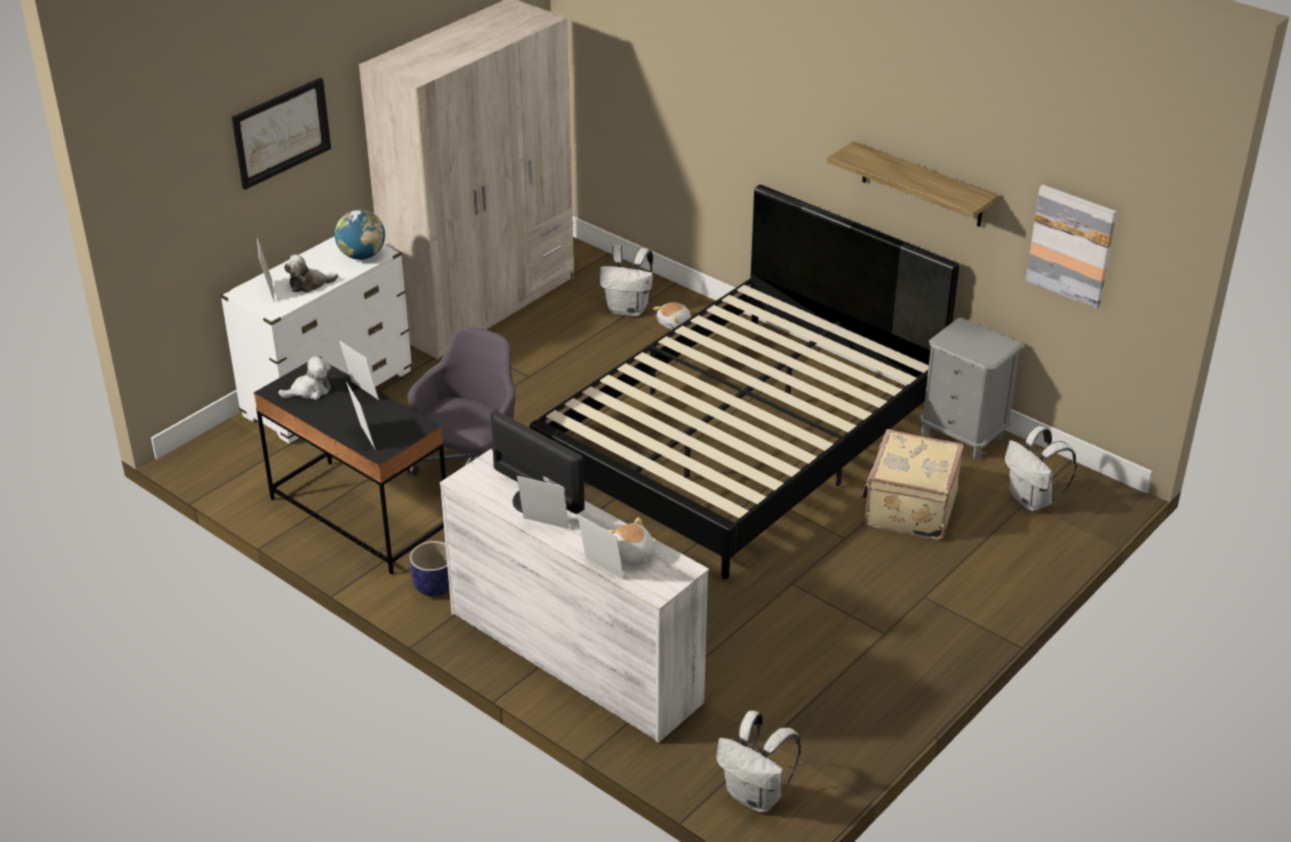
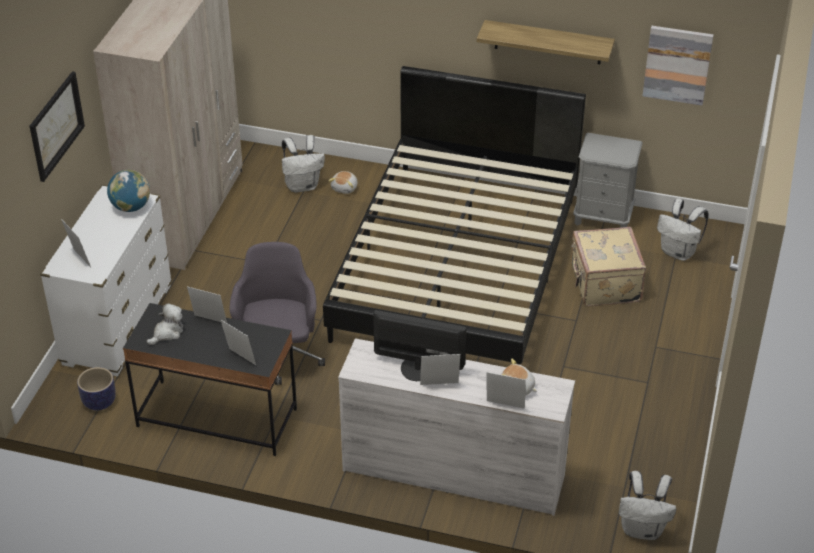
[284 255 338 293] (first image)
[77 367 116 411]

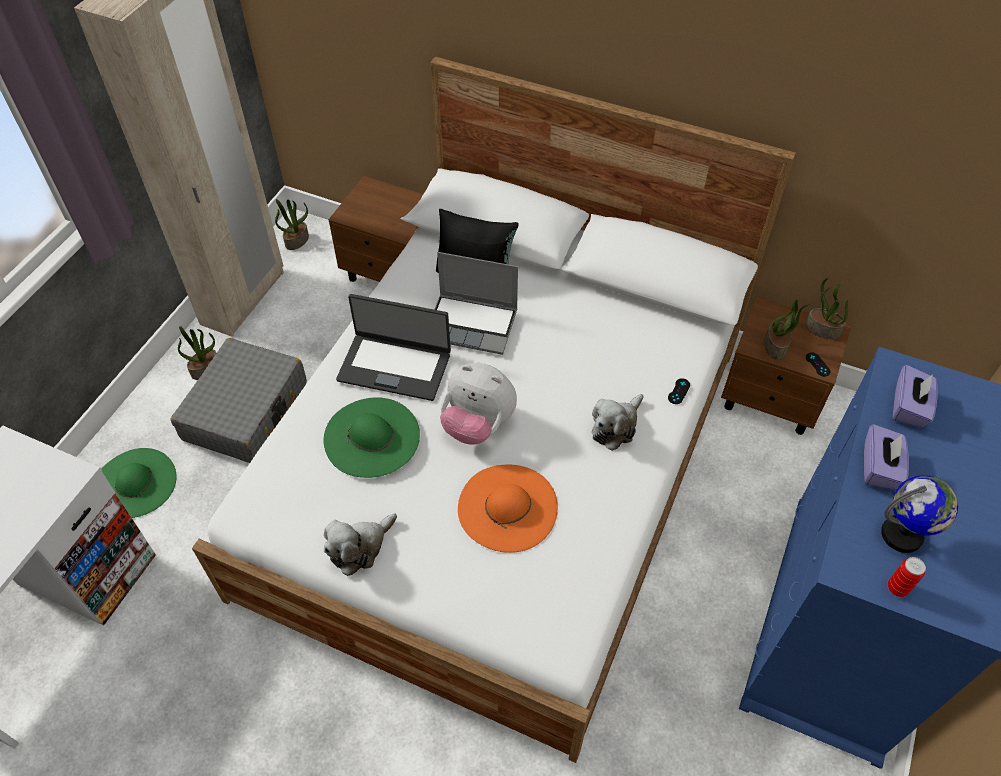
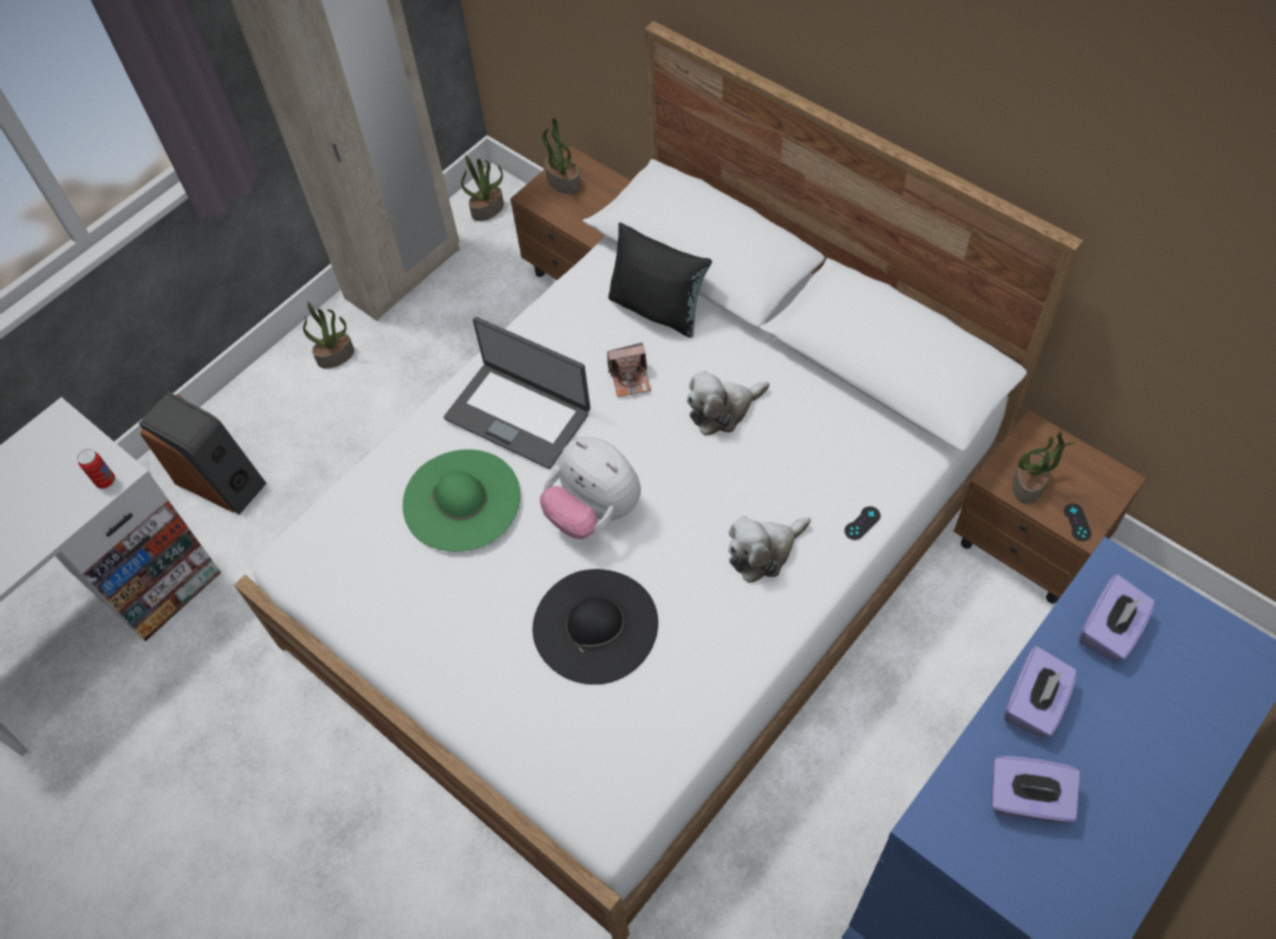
[607 343 651 397]
[542 118 581 194]
[171 338 307 463] (first image)
[139 391 266 515]
[533 569 658 685]
[991 756 1080 823]
[687 371 769 436]
[77 449 115 489]

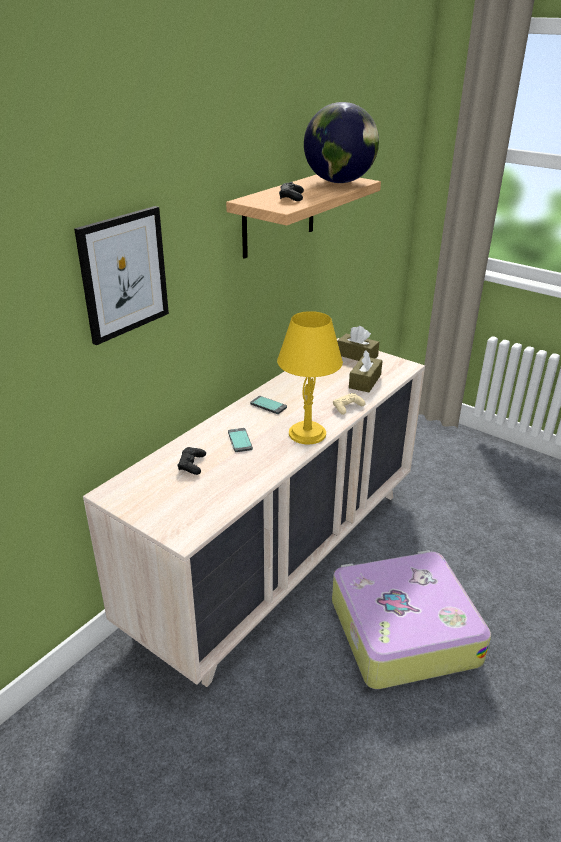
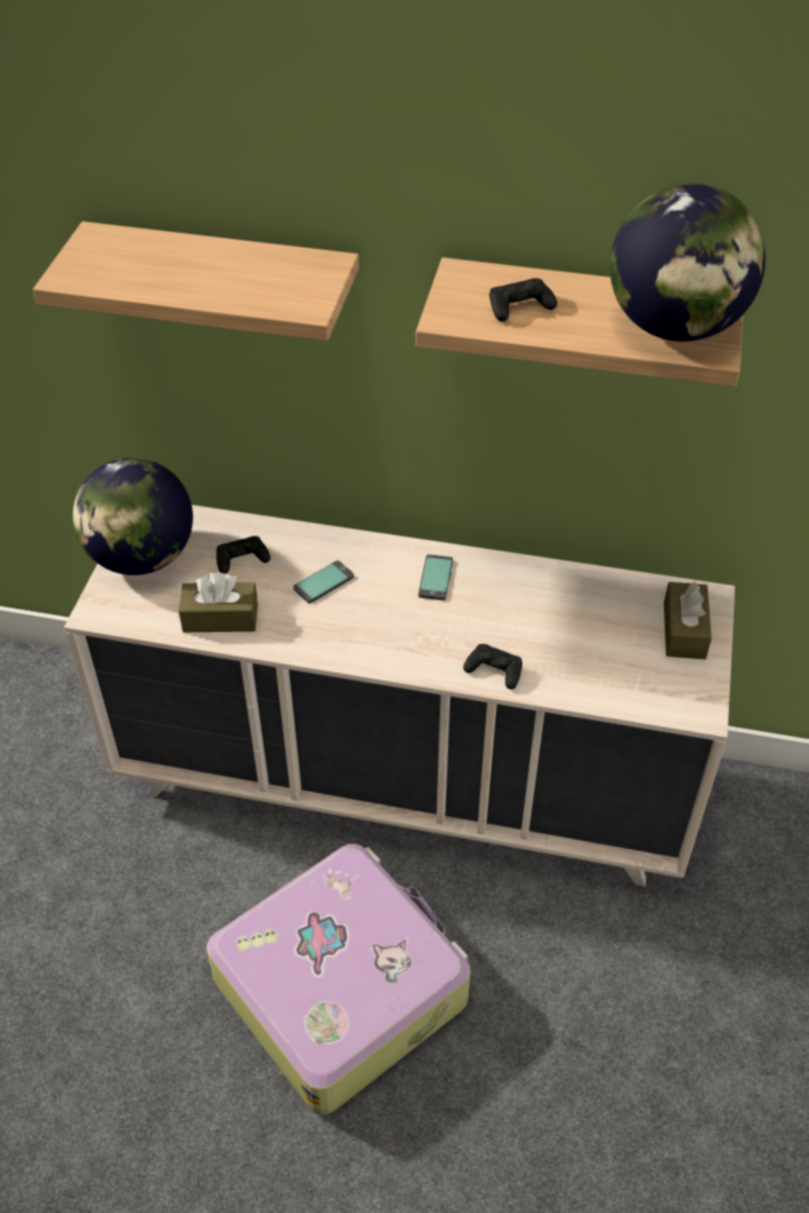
[33 221 359 341]
[277 311 343 444] (first image)
[179 572 258 632]
[463 644 522 689]
[73 457 193 575]

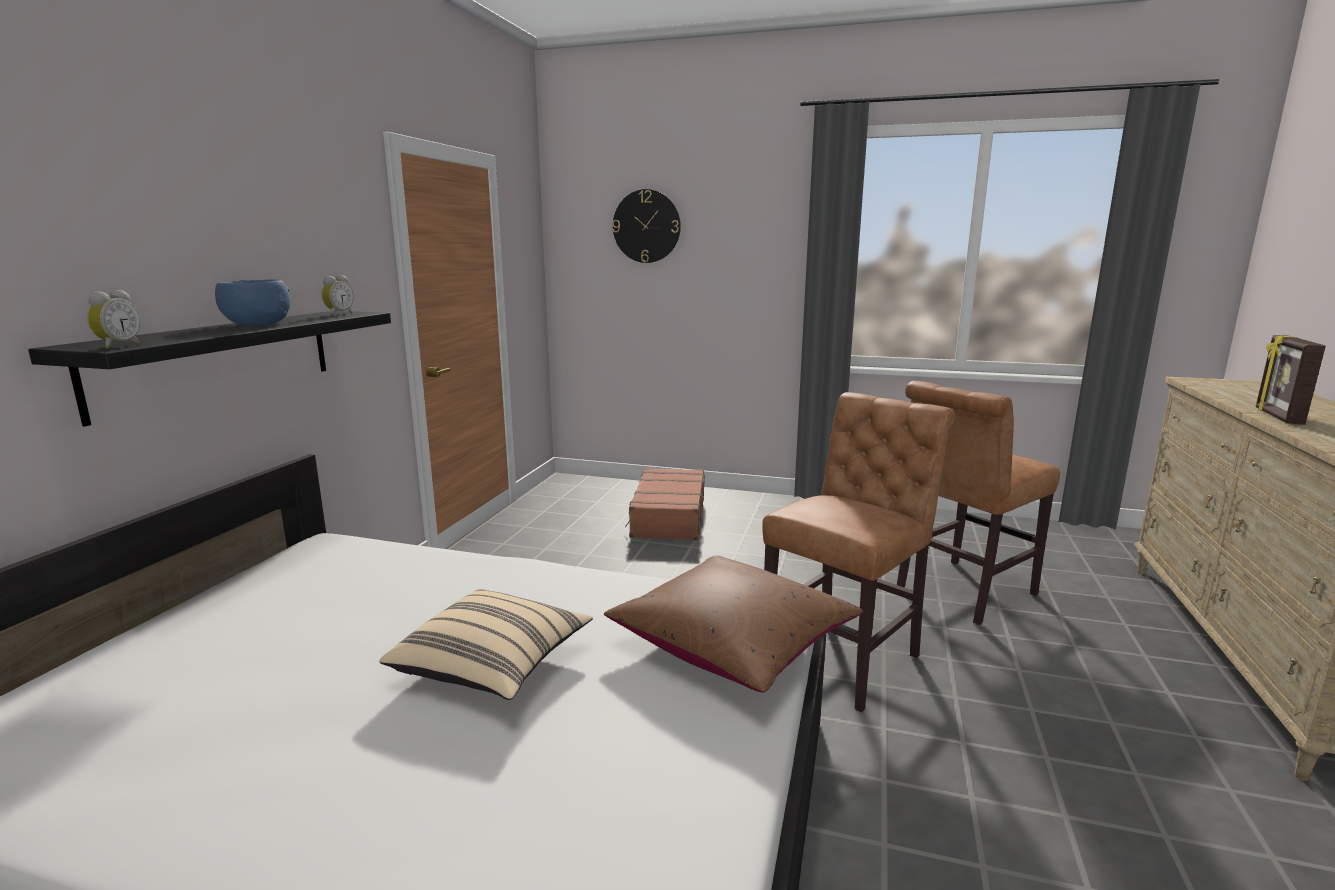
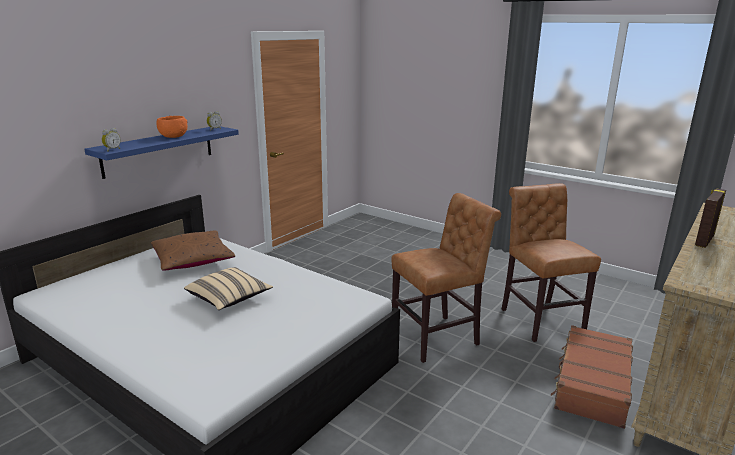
[612 189 681 263] (first image)
[157 116 187 138]
[84 126 239 179]
[502 183 601 342]
[551 325 633 429]
[151 231 235 271]

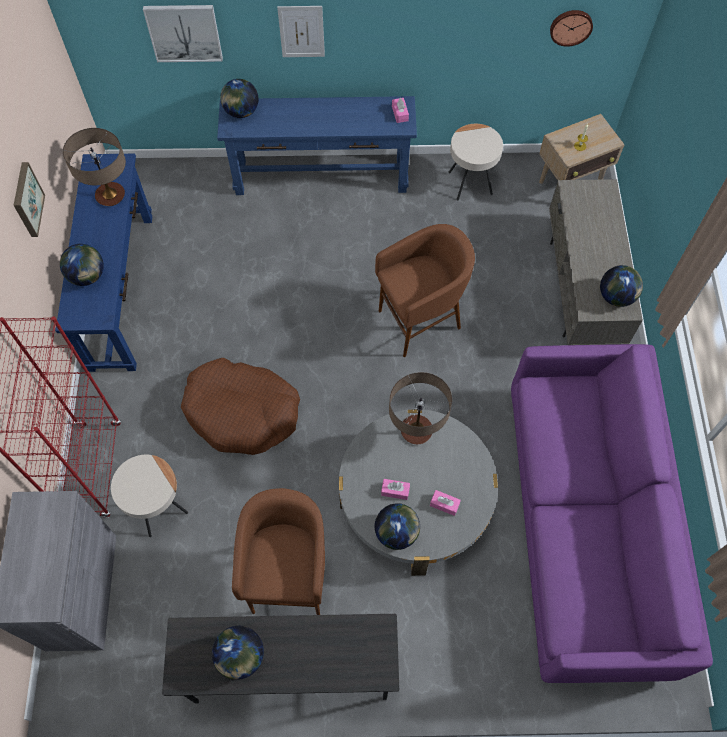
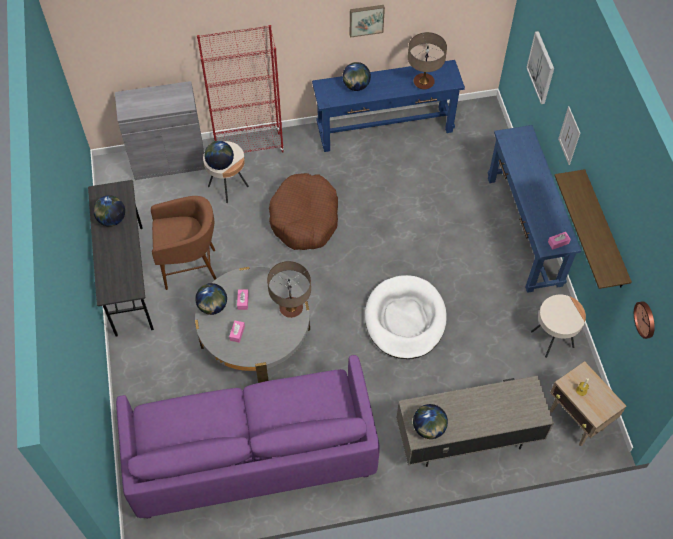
[204 141 234 170]
[365 275 446 359]
[554 169 632 289]

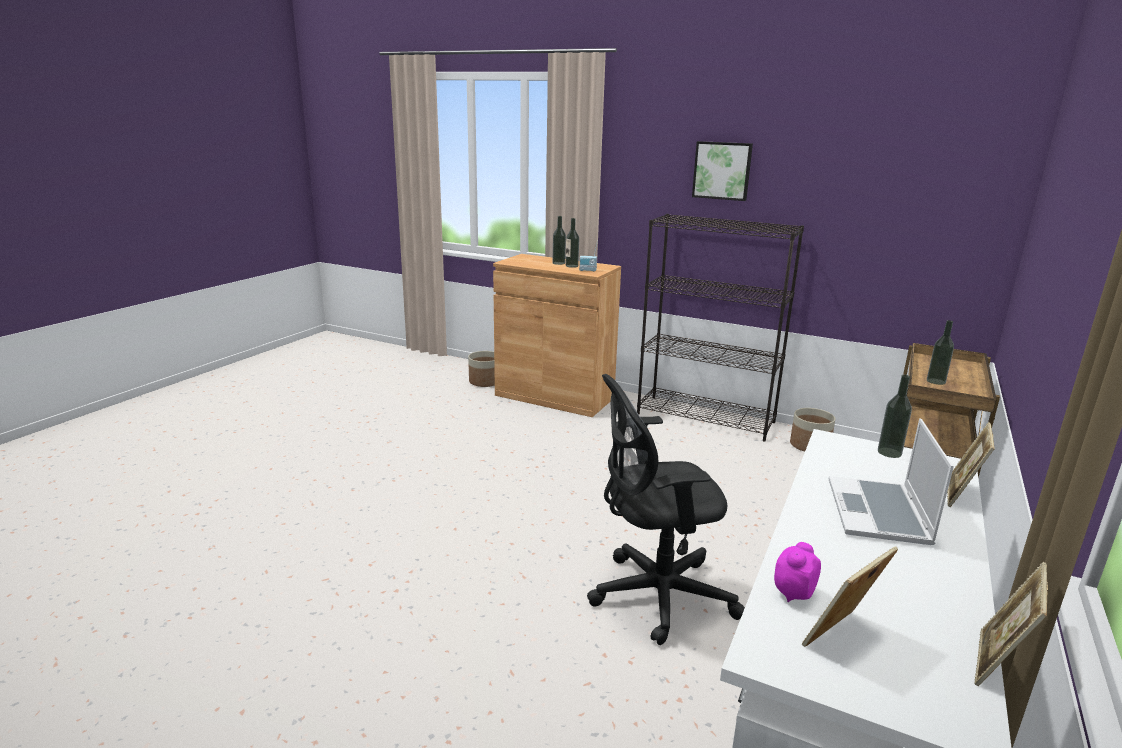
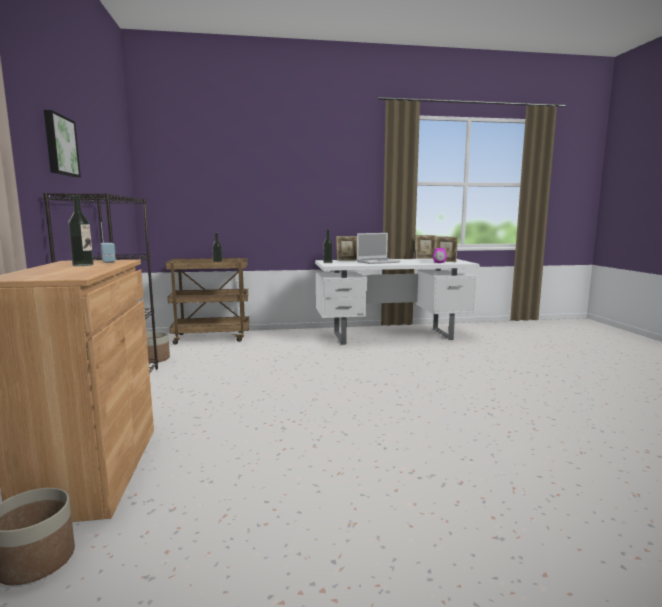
[553 216 566 265] (first image)
[587 374 745 645] (first image)

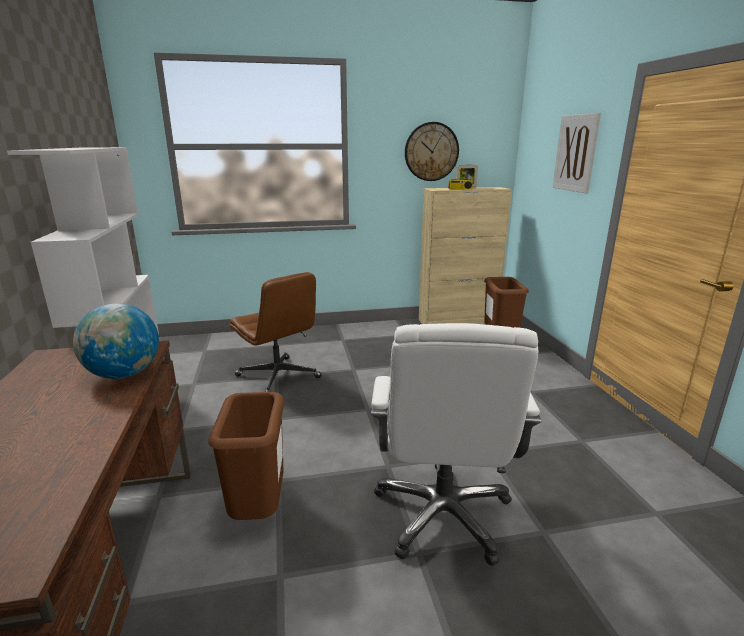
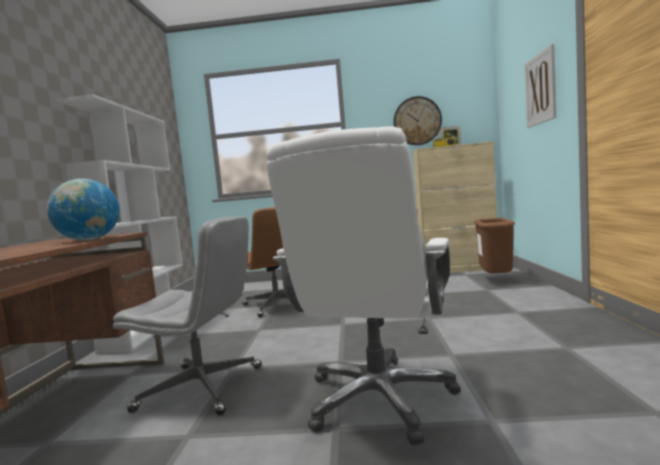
[113 216 262 415]

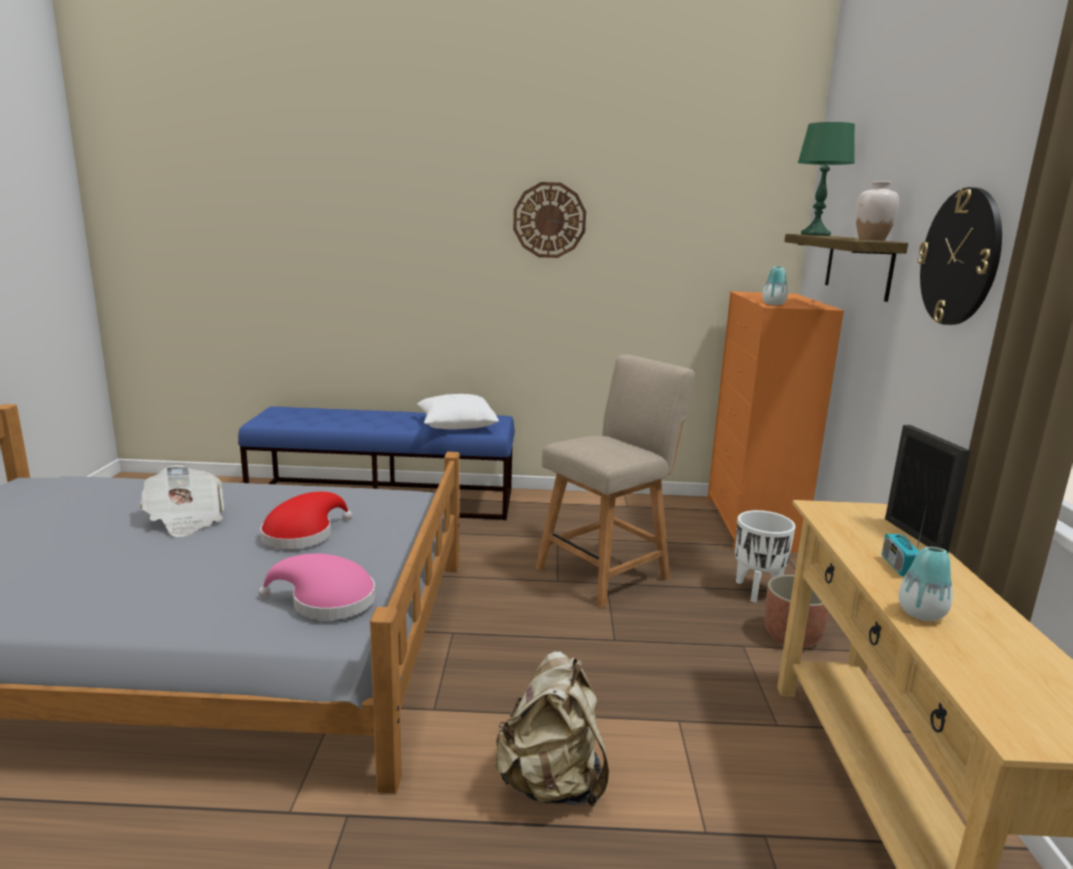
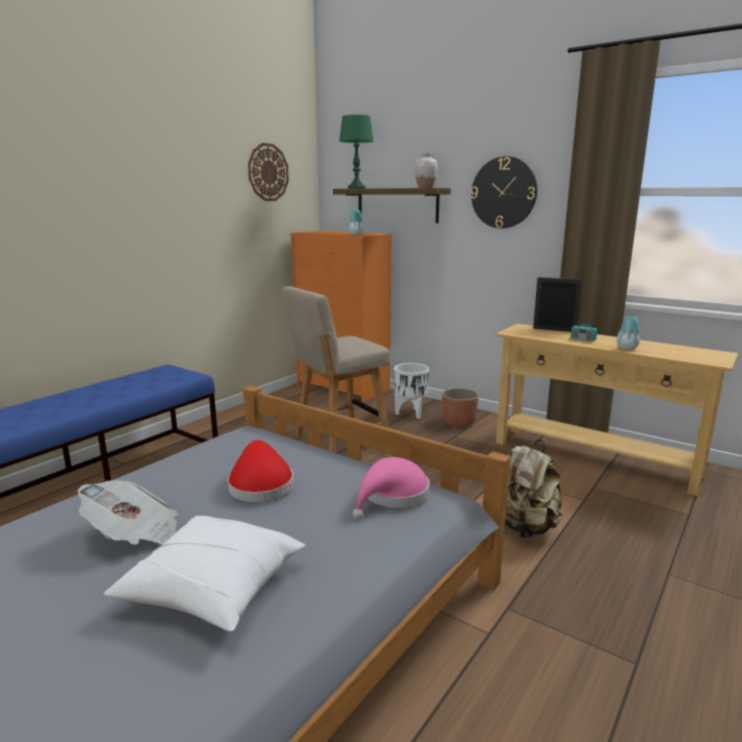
[248 143 289 201]
[282 286 390 453]
[104 516 305 631]

